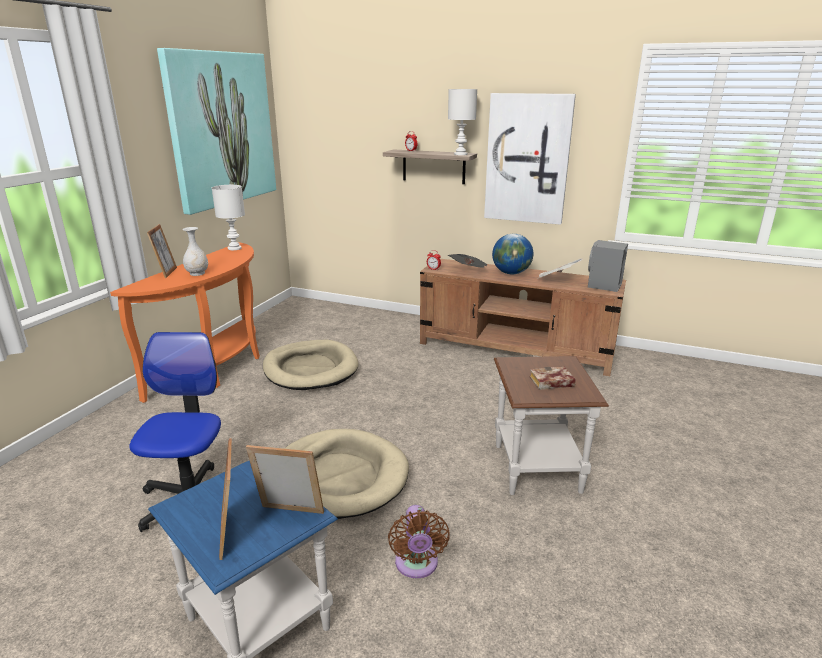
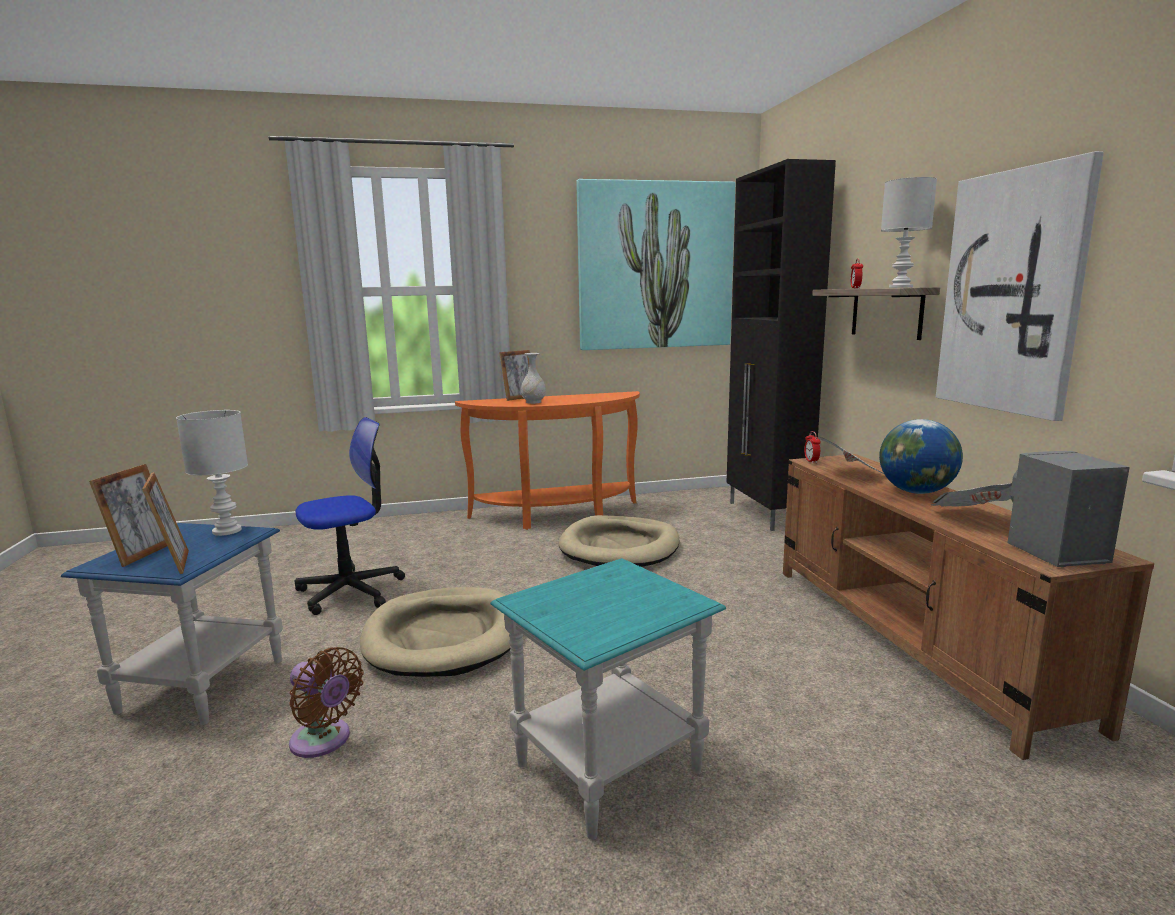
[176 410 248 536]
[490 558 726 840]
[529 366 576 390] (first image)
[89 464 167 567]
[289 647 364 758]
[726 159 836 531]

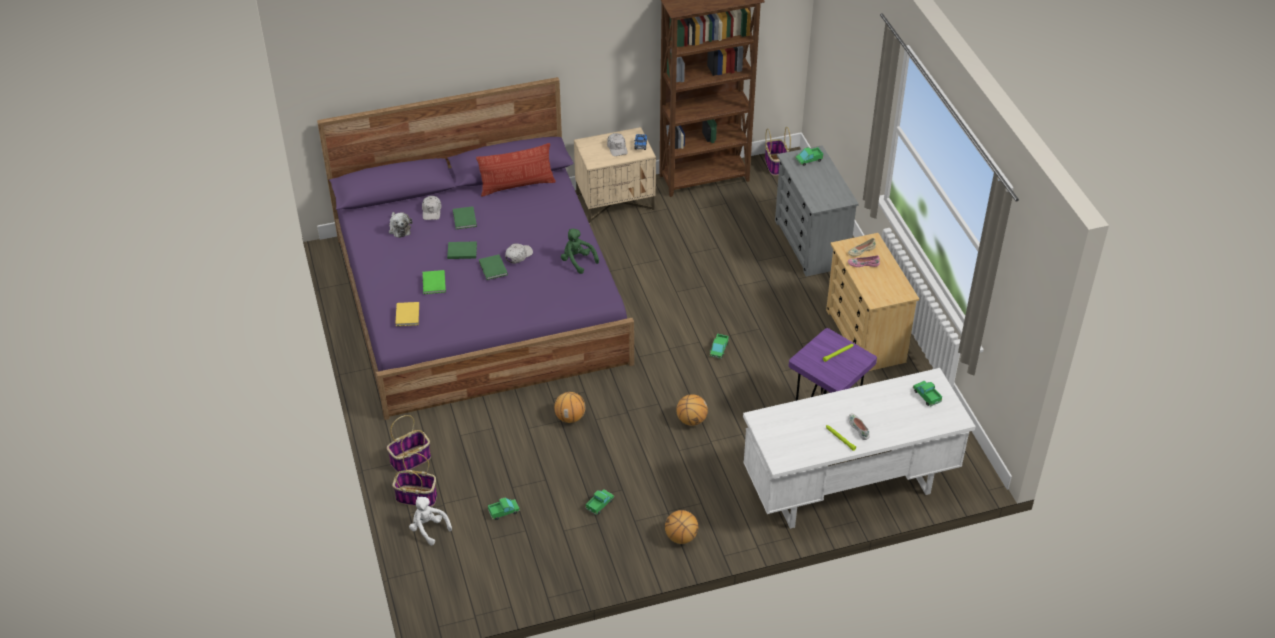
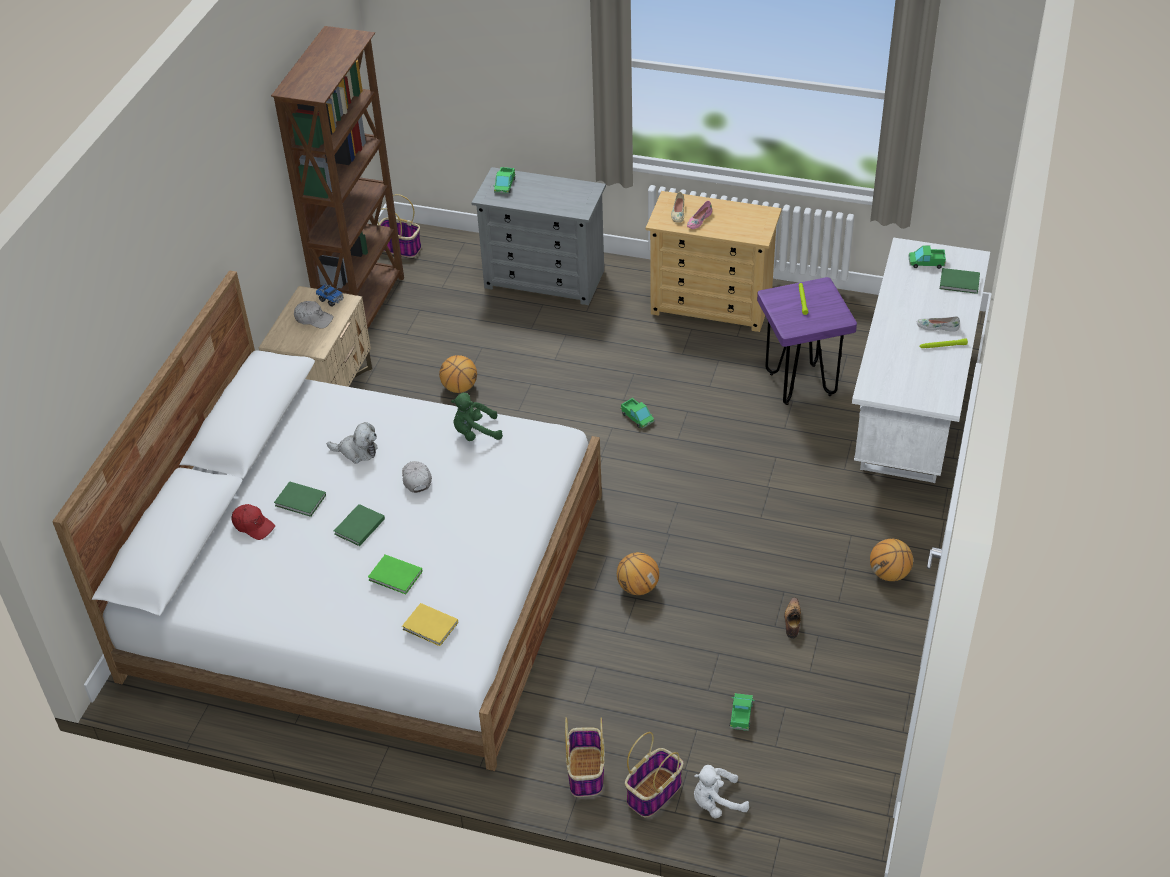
[52 271 602 771]
[476 143 556 197] (first image)
[231 504 275 540]
[327 422 377 464]
[940 268 980 294]
[439 355 477 393]
[784 597 801 638]

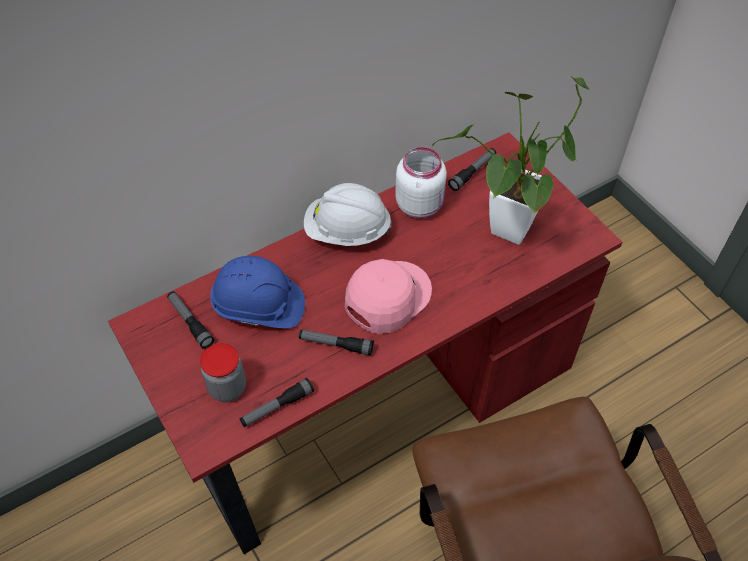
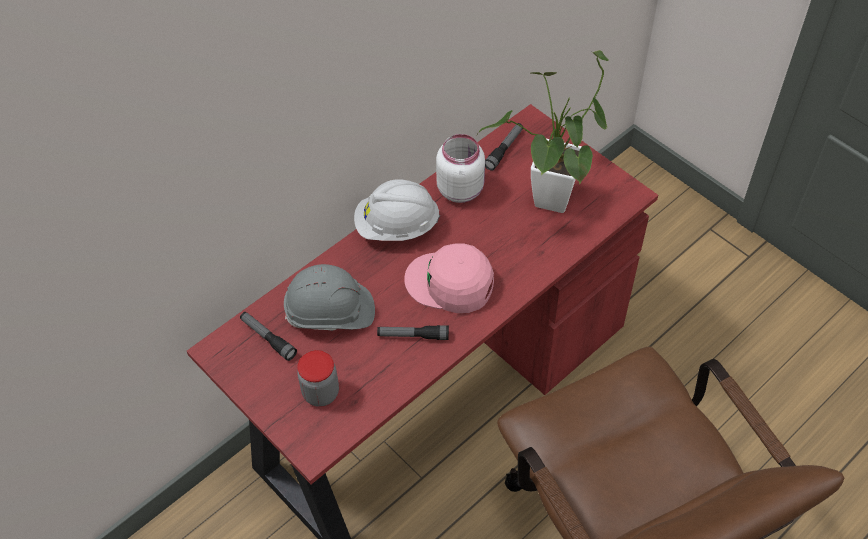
[284 264 375 331]
[404 243 494 313]
[240 378 314 427] (first image)

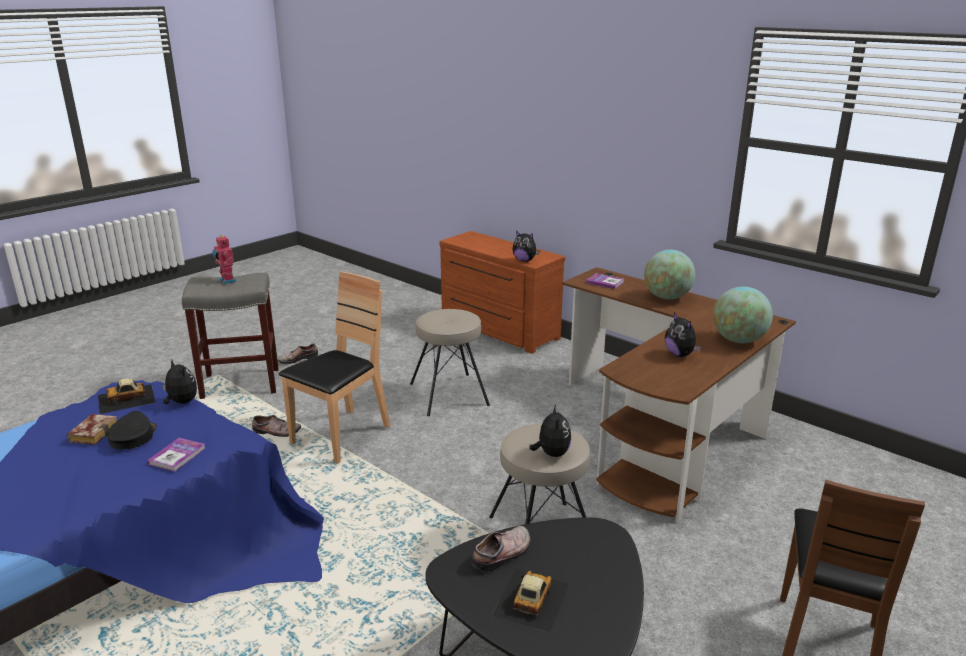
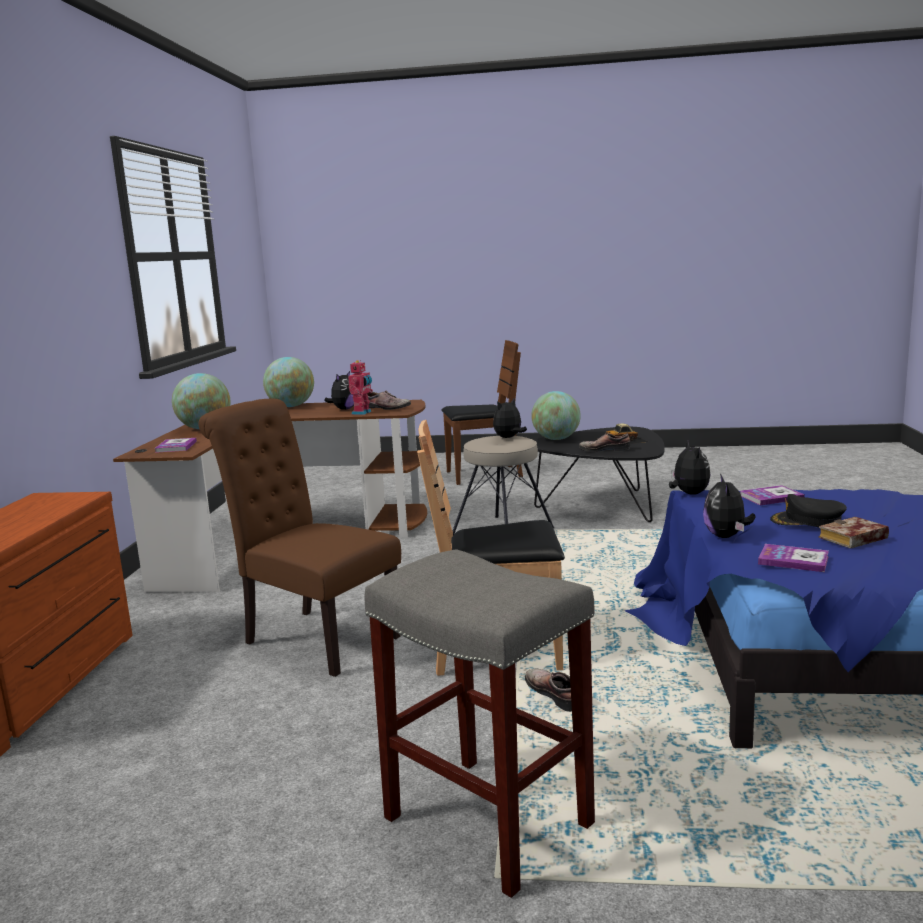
[669 441 710 495]
[348 360 373 415]
[199 399 401 677]
[367 390 411 410]
[758 544 829 572]
[770 494 847 527]
[531 391 581 440]

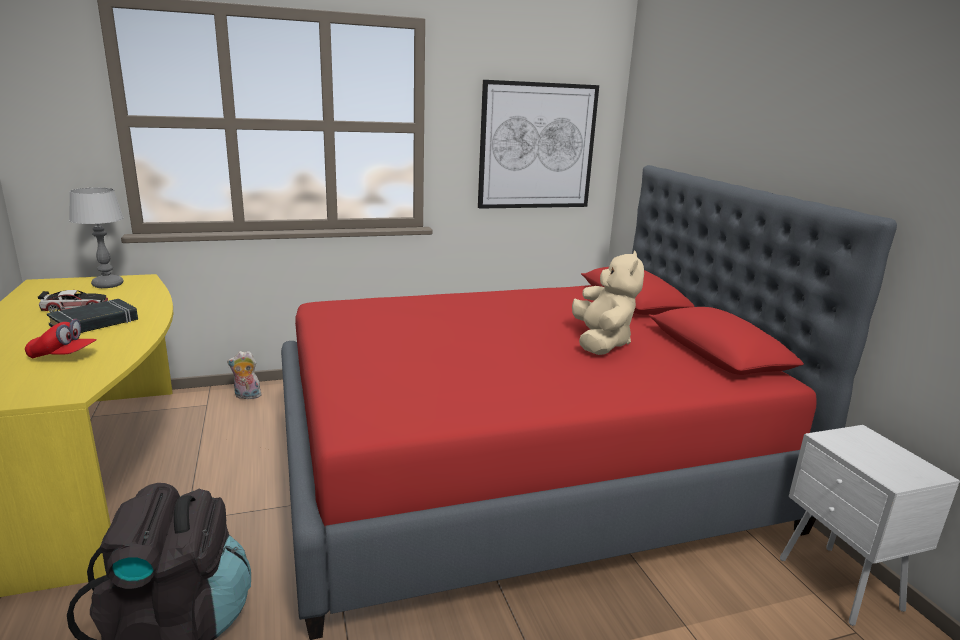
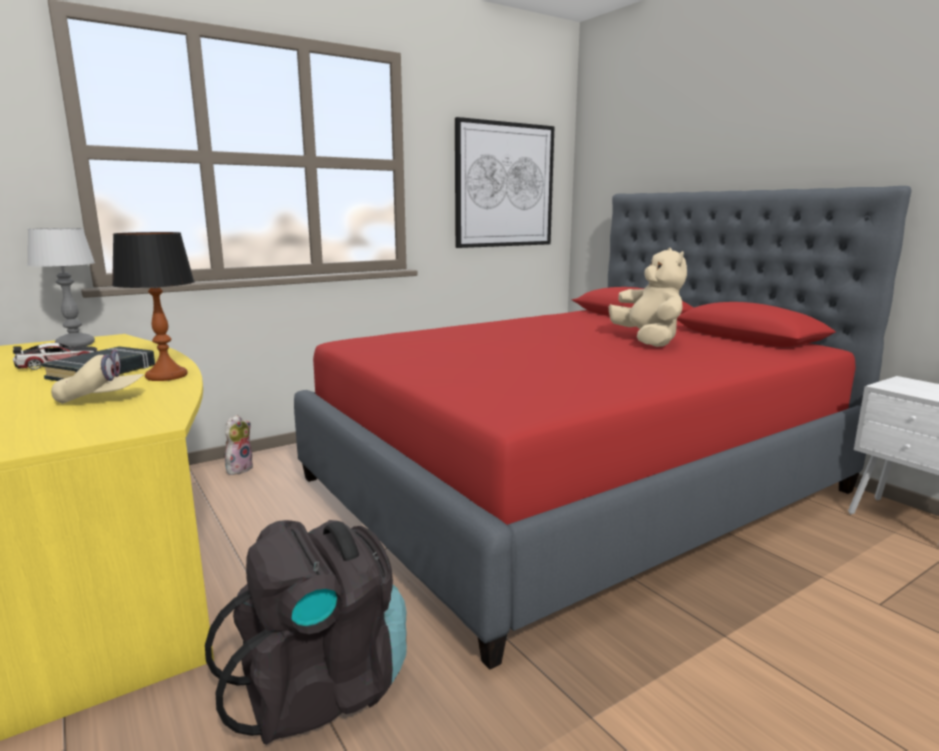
[51 350 144 404]
[225 415 253 475]
[112 232 195 381]

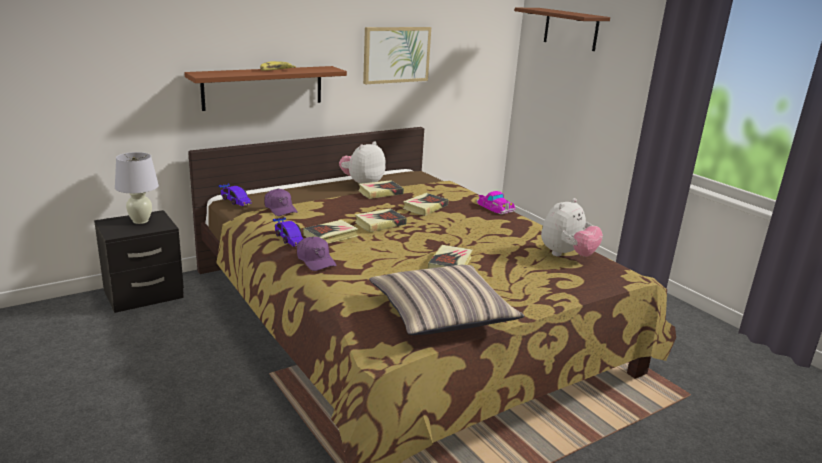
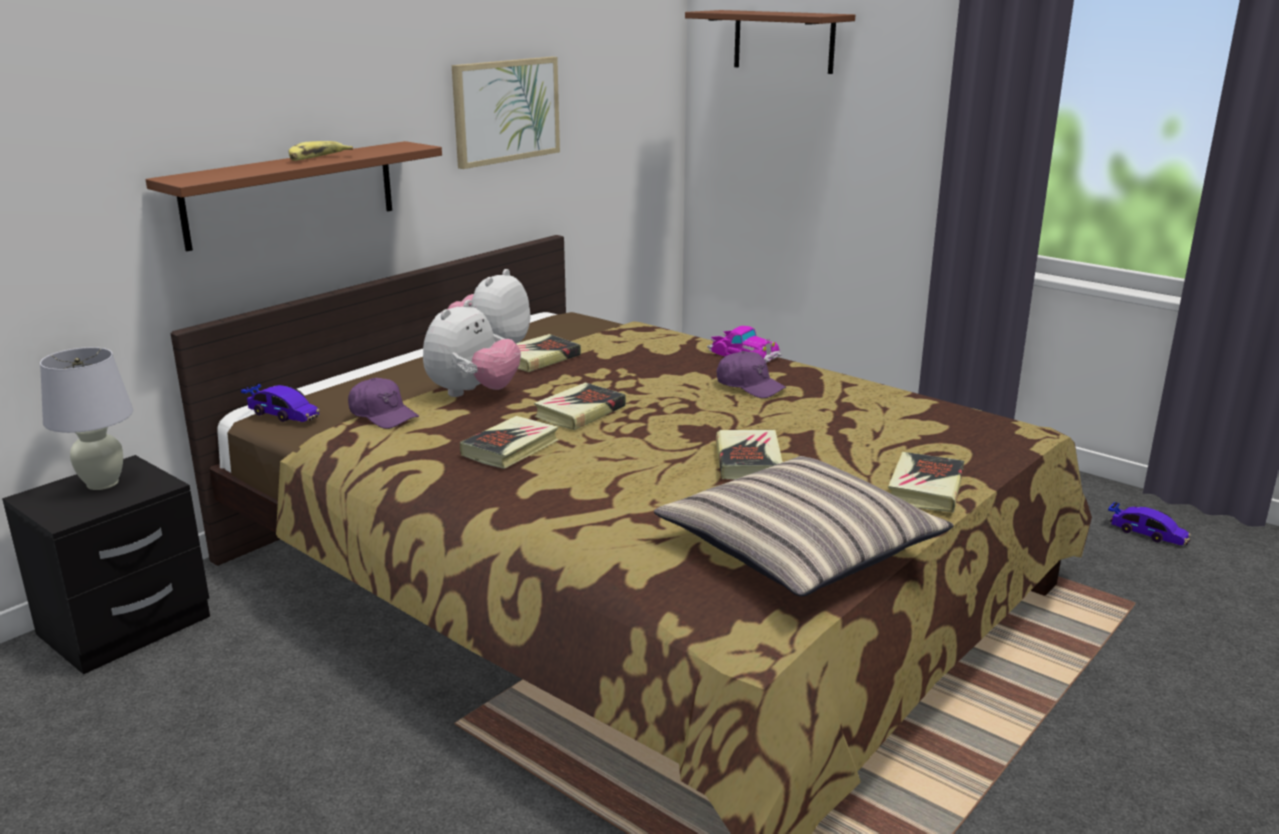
[888 452 965 513]
[423 300 521 397]
[1108 502 1191 545]
[717 351 787 398]

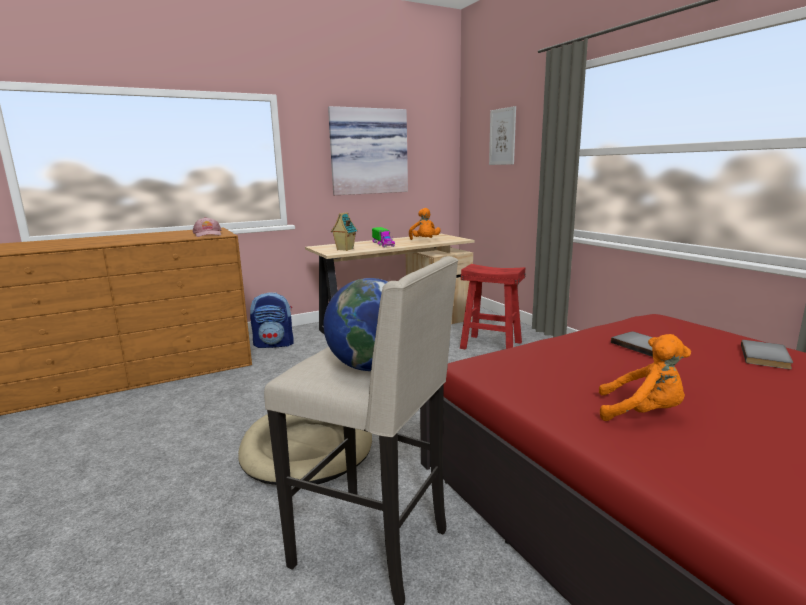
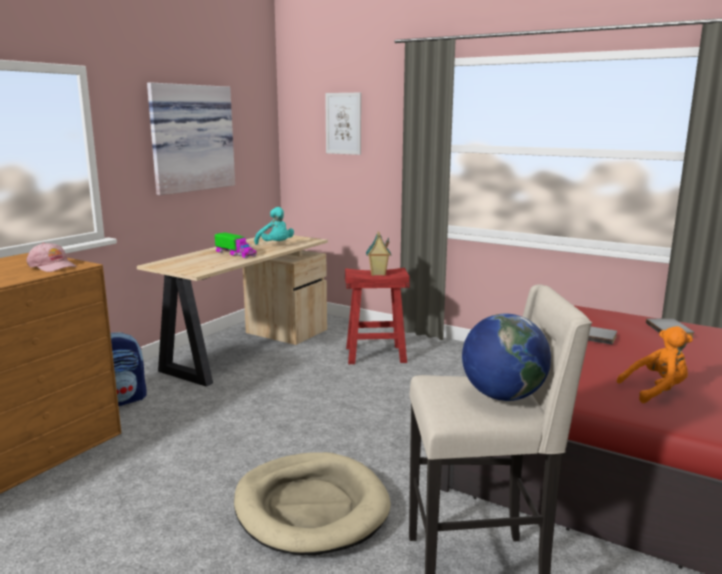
[254 207 294 245]
[366 231 391 276]

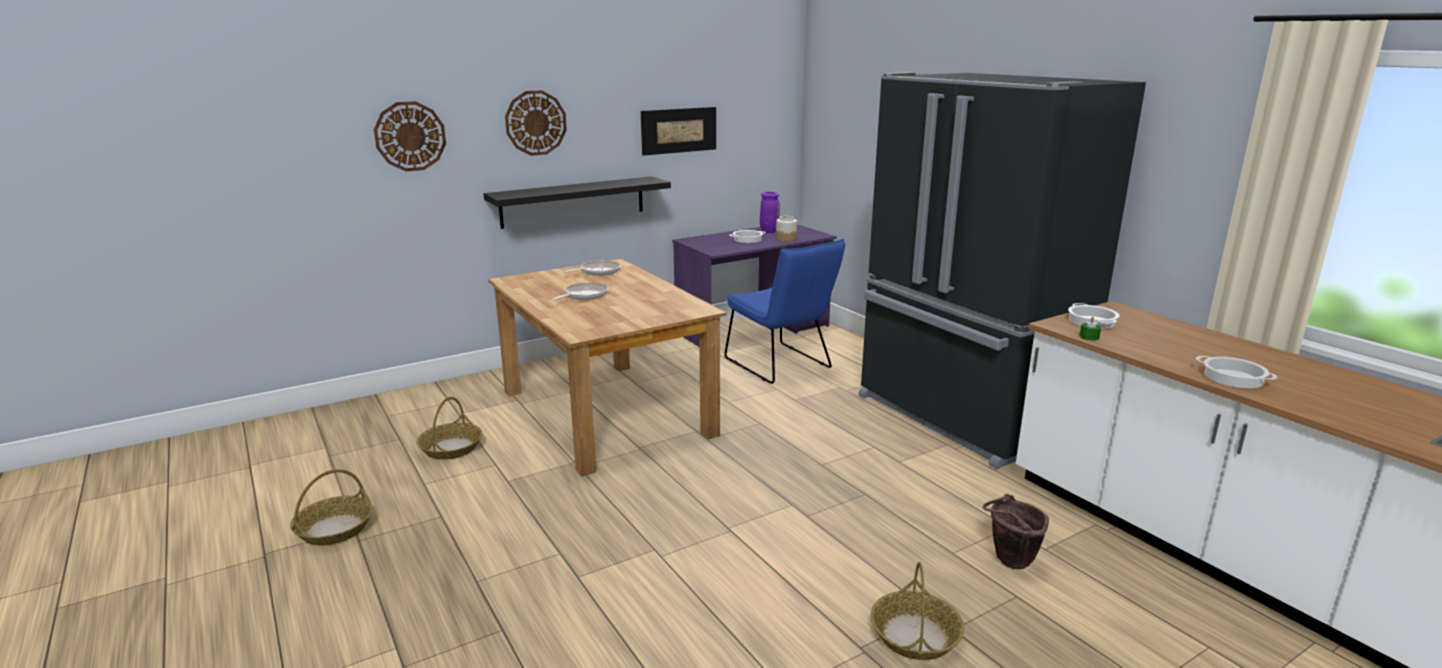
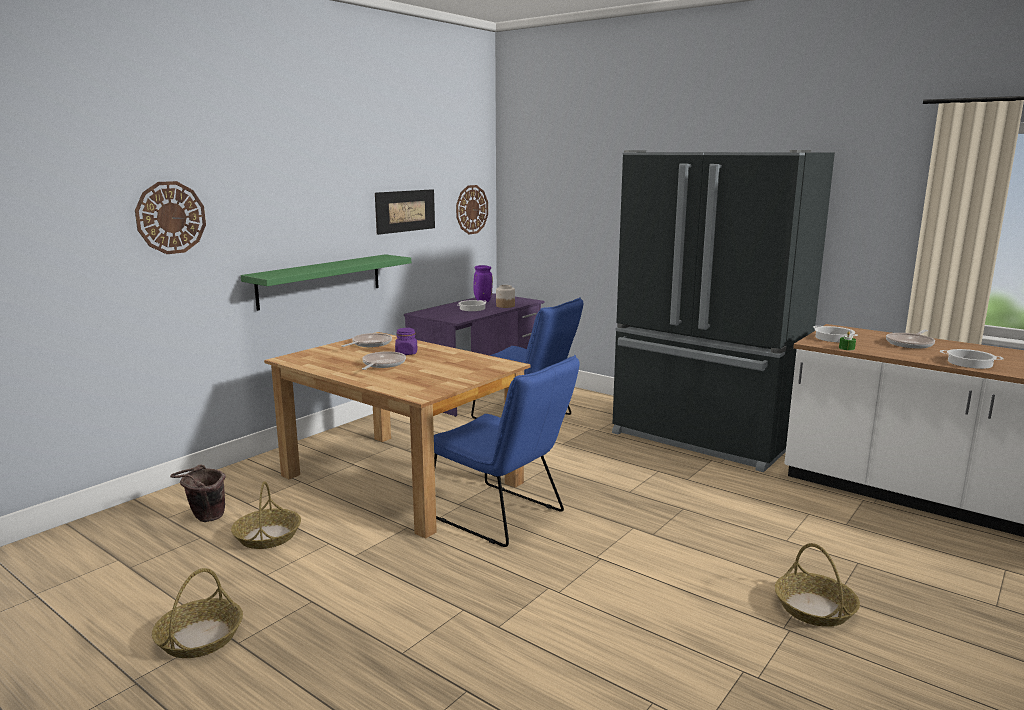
[456 185 488 234]
[241 254 411 311]
[170 464 226 522]
[395 328 417 355]
[886 330 935 349]
[434 355 579 547]

